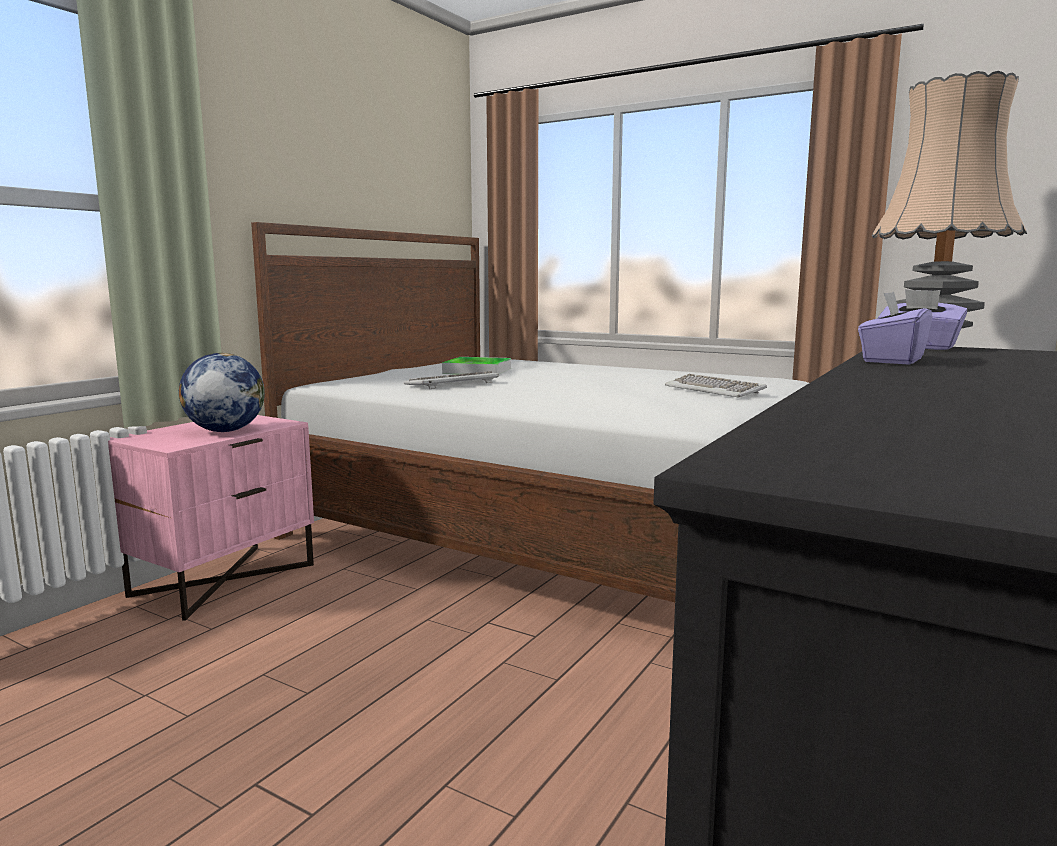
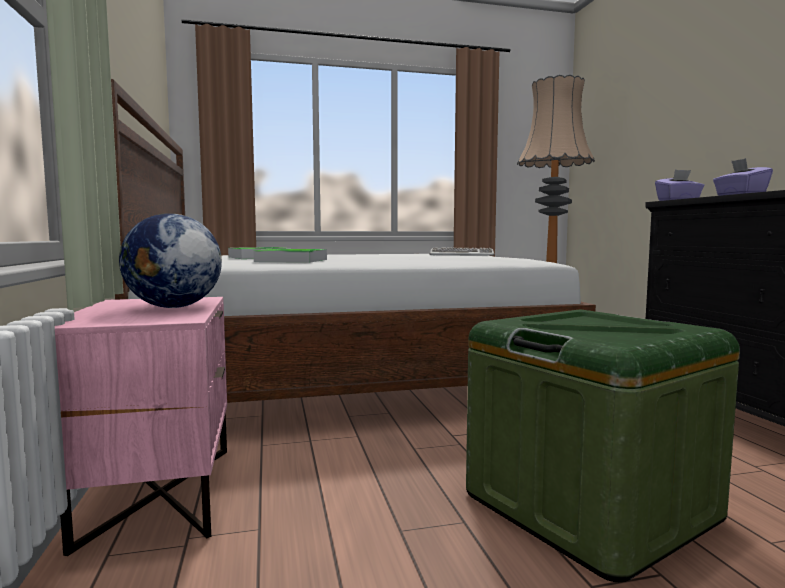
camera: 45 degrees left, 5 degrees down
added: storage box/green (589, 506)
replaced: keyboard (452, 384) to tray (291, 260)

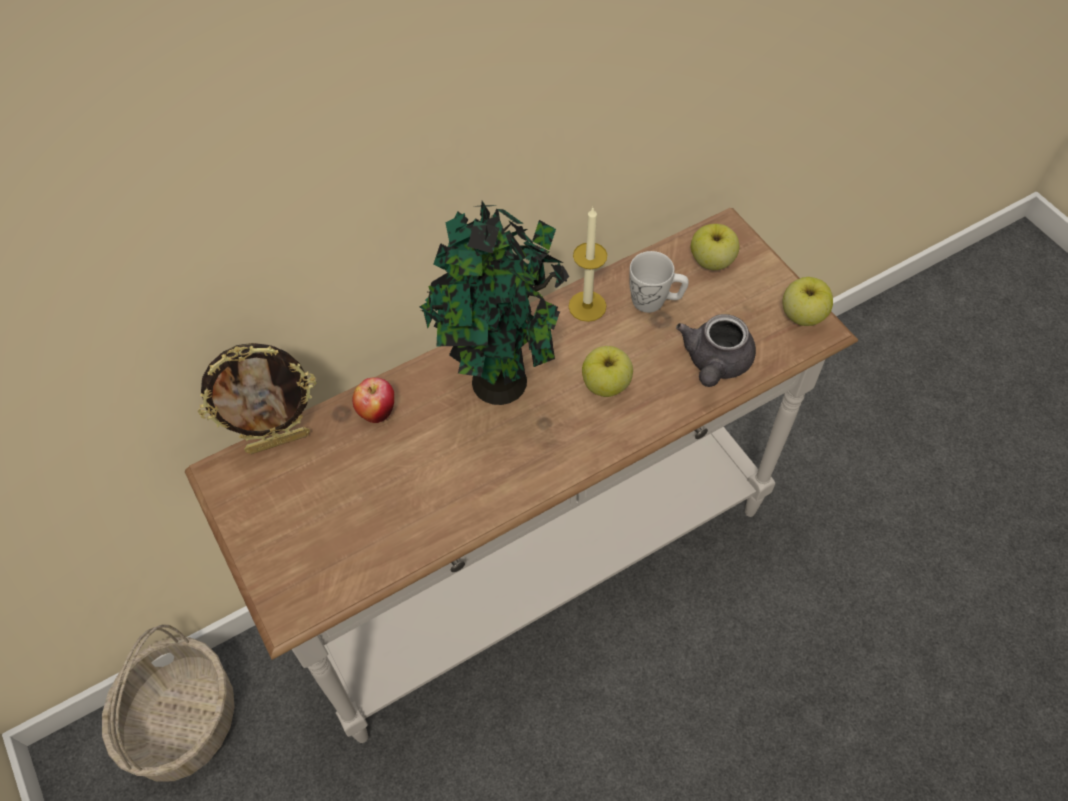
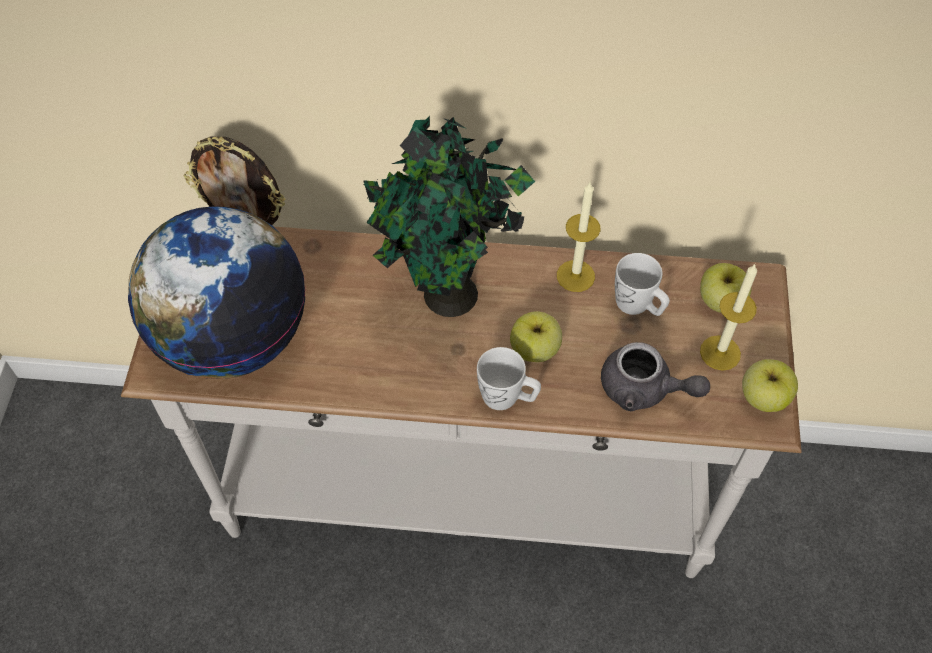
camera: 35 degrees right, 0 degrees up
removed: apple (377, 411); basket (184, 720)
added: globe (233, 337); candle (720, 353); mug/white (507, 397)
turned: teapot/grey (715, 363) = (644, 390) 120 degrees counterclockwise

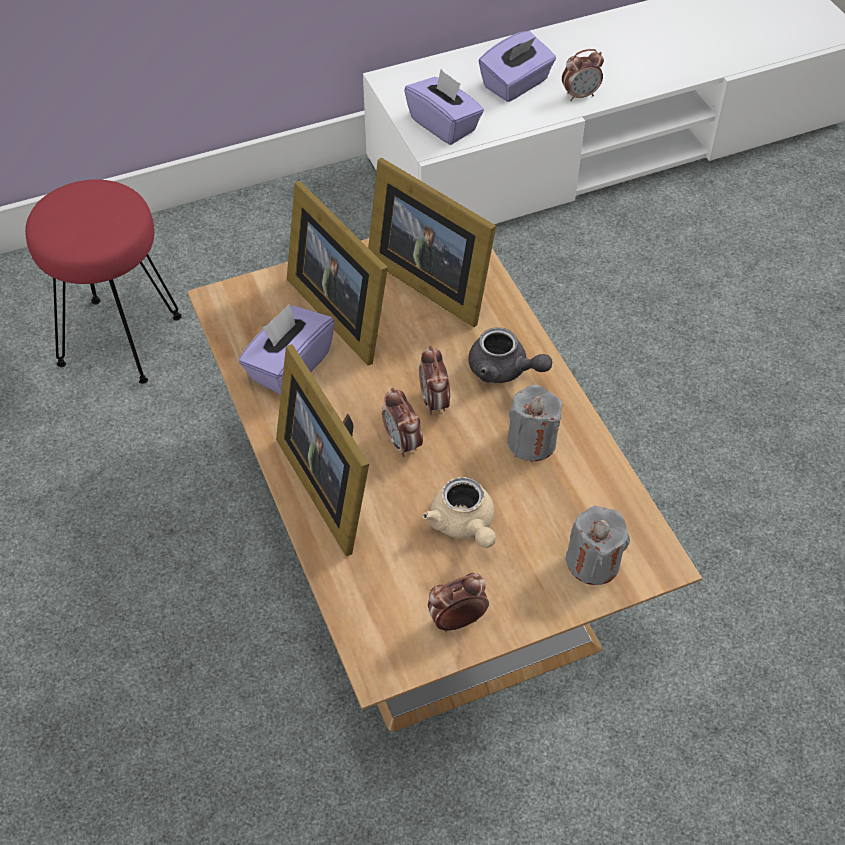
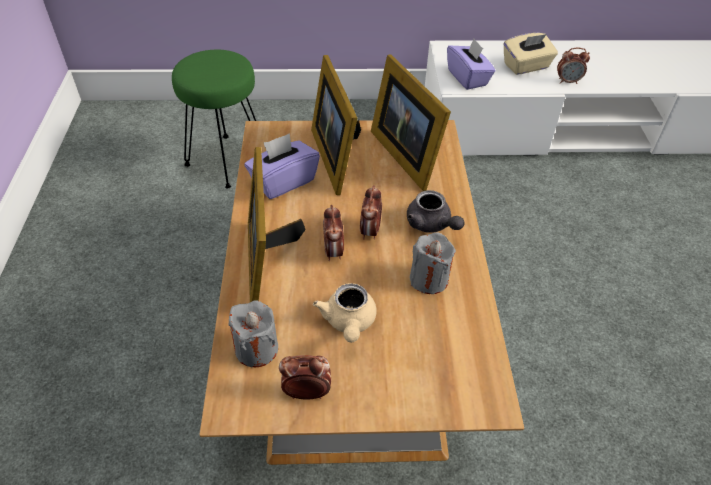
camera: 20 degrees right, 5 degrees down
moved: candle/grey (593, 562) to (256, 349)
recoloured: tissue box/purple (516, 84) to tissue box/beige (526, 66); stool/red (121, 339) to stool/green (228, 160)

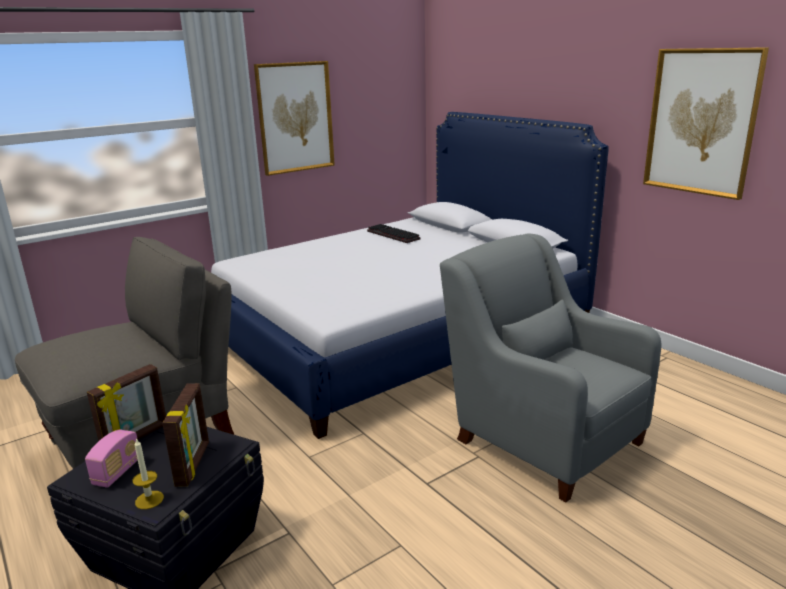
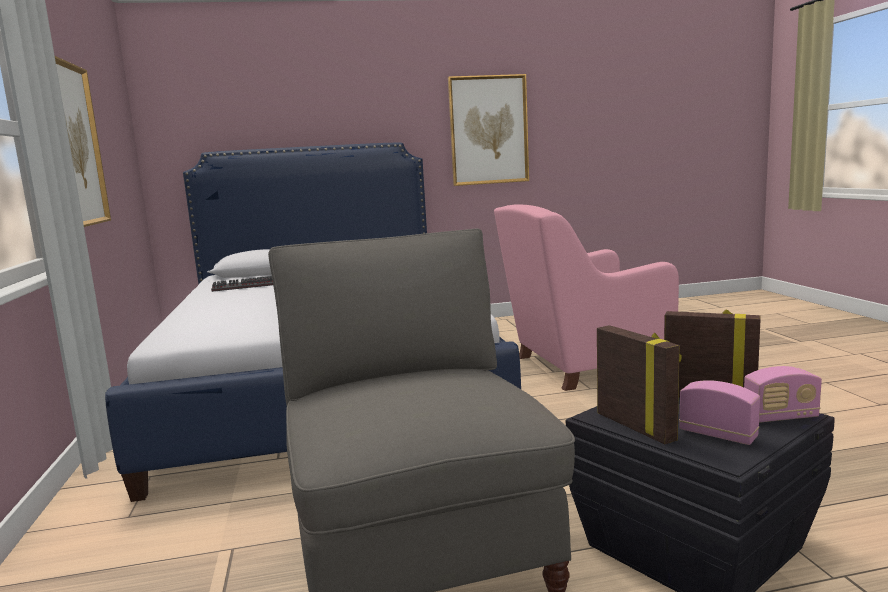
camera: 65 degrees left, 10 degrees down
replaced: candle (149, 500) to radio (780, 417)
recoloured: armchair/grey (541, 437) to armchair/pink (583, 366)

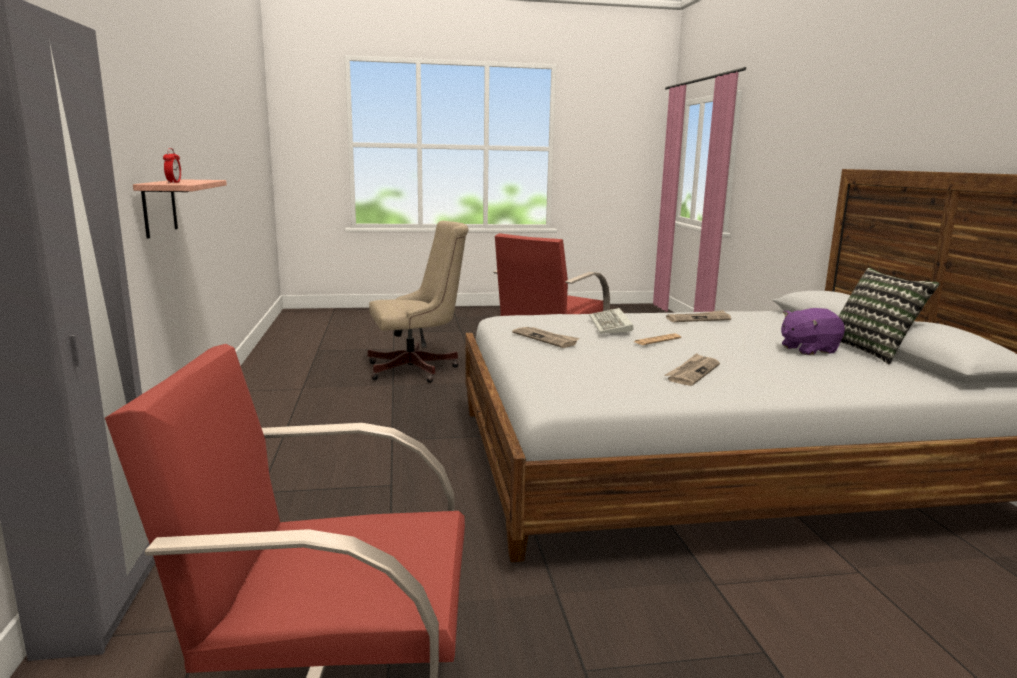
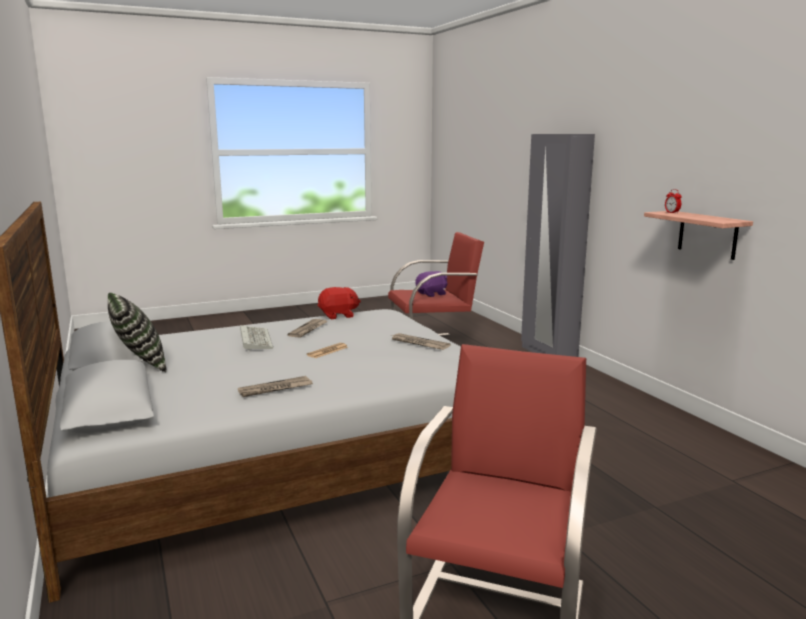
camera: 165 degrees right, 0 degrees up
removed: office chair/beige (418, 369)
added: plush toy/red (338, 315)
moved: keyboard (611, 325) to (254, 340); plush toy/purple (808, 349) to (432, 294)

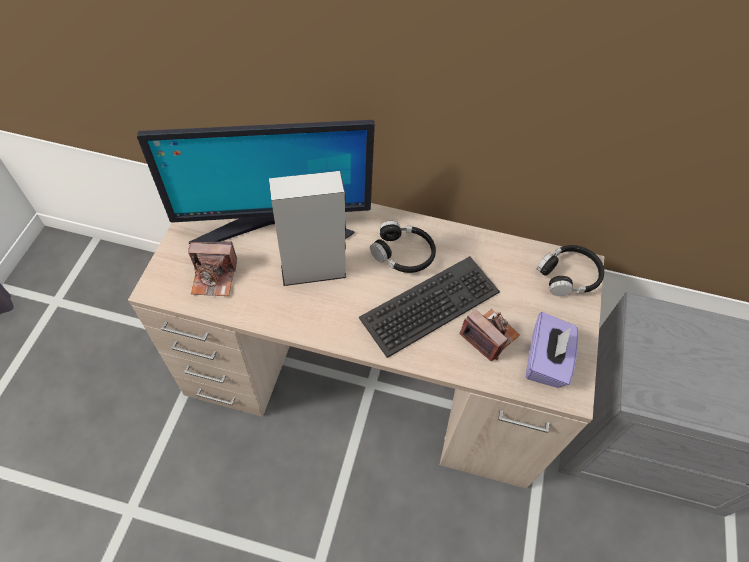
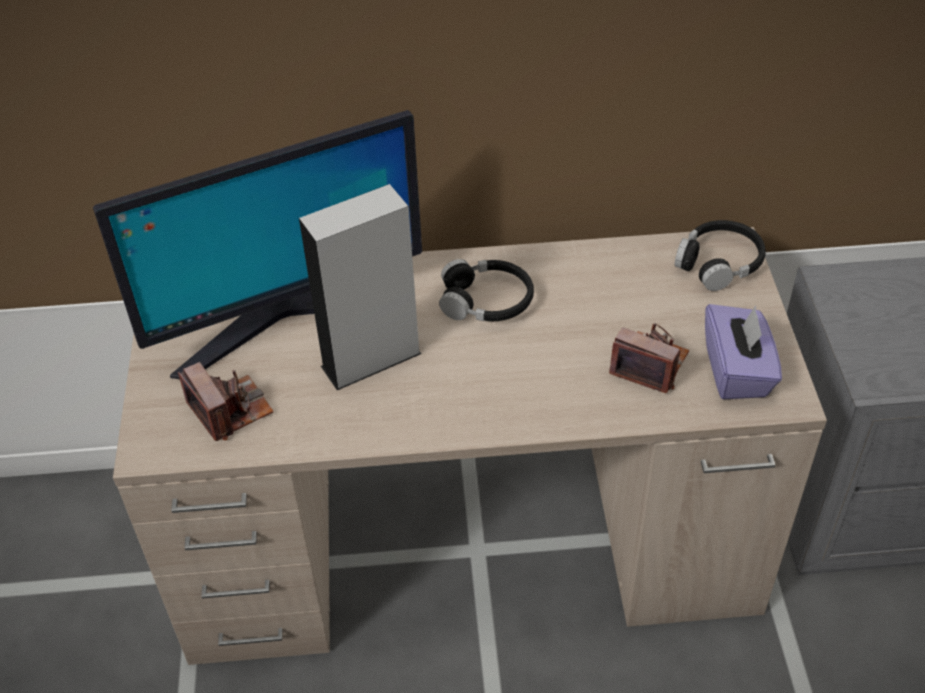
camera: 15 degrees left, 10 degrees down
removed: keyboard (431, 306)
turned: photo camera (214, 277) = (230, 410) 105 degrees counterclockwise

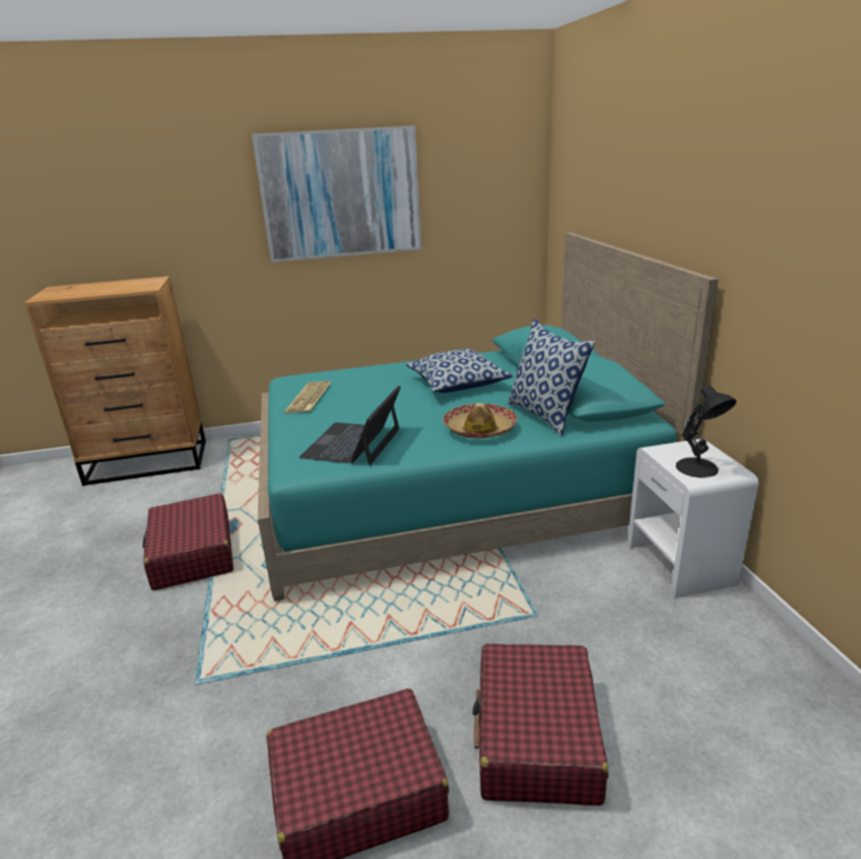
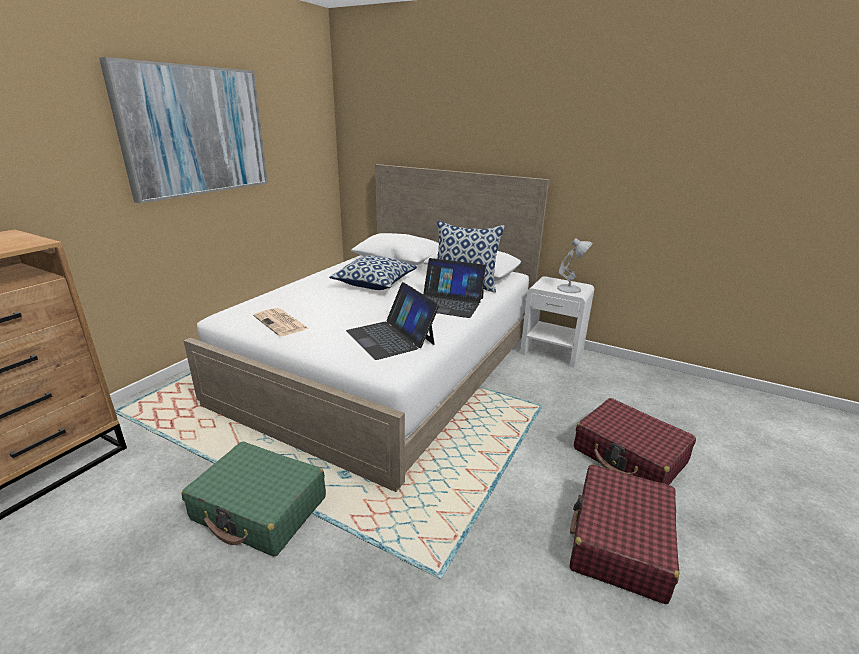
camera: 50 degrees left, 0 degrees up
replaced: keyboard (310, 398) to newspaper (281, 323); hat (479, 429) to laptop (448, 303)
recoloured: bed/turquoise (452, 490) to bed/white (388, 366); table lamp/black (698, 468) to table lamp/white (570, 289); suitcase/red (192, 554) to suitcase/green (260, 509)

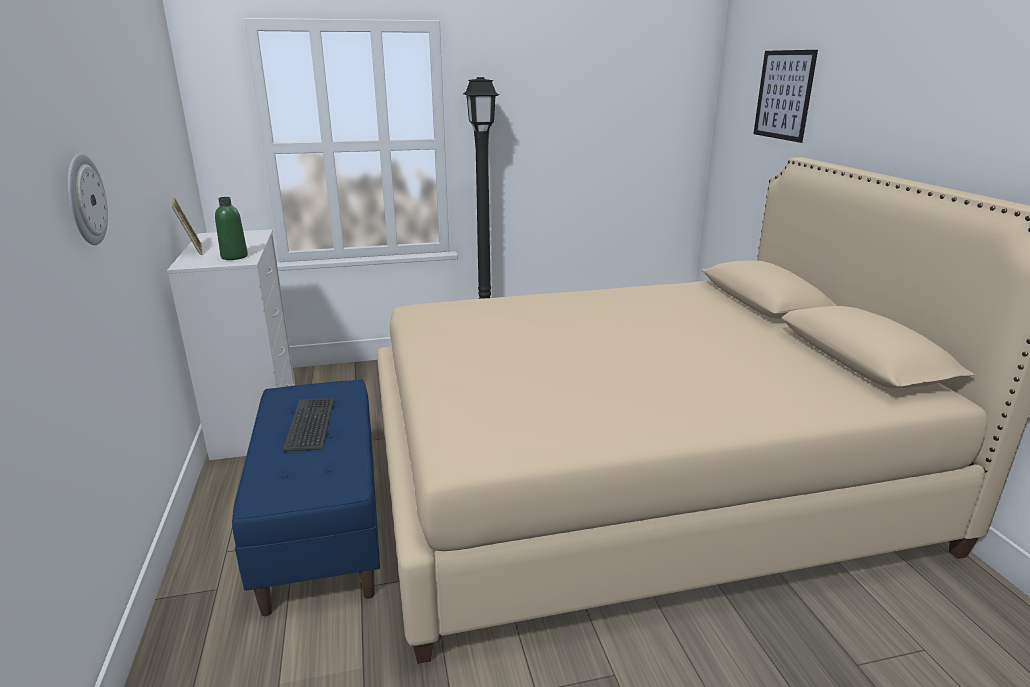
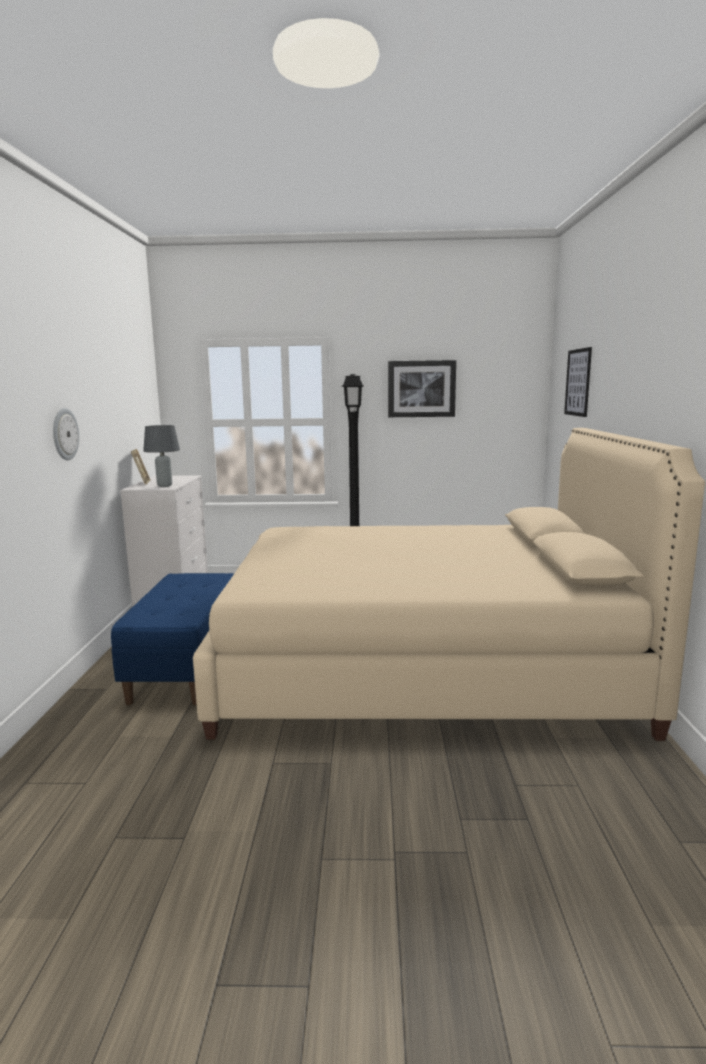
camera: 15 degrees right, 10 degrees down
removed: keyboard (311, 424)
added: picture (421, 389)
replaced: bottle/green (234, 257) to table lamp/grey (164, 486)

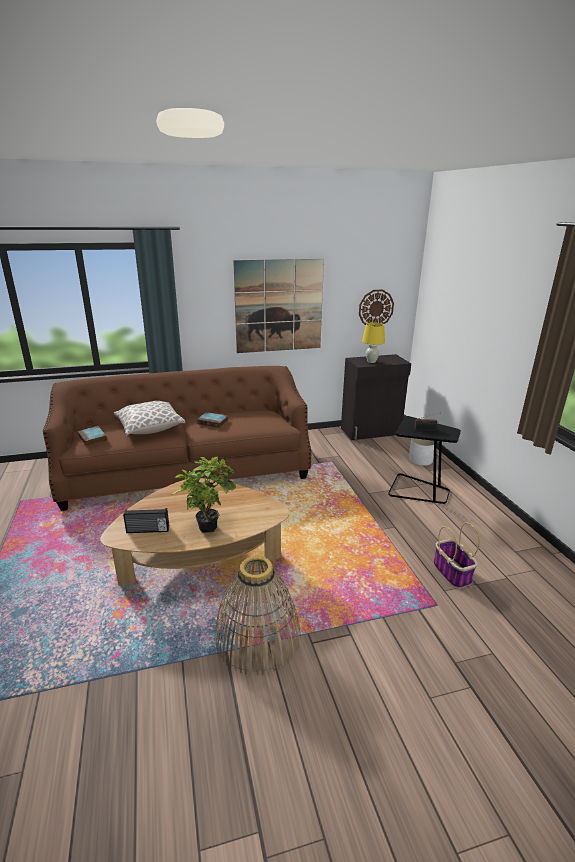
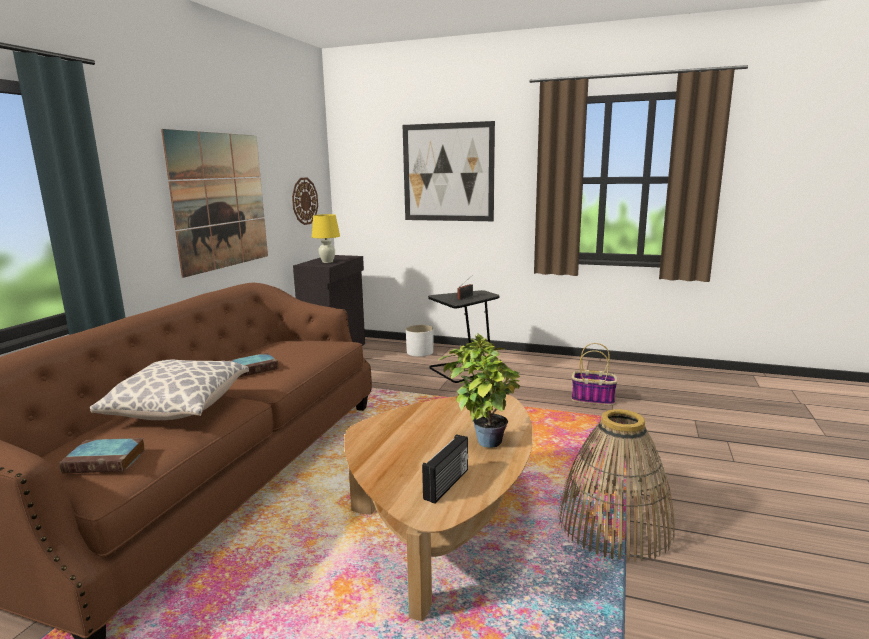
camera: 55 degrees left, 10 degrees down
added: picture (448, 172)

